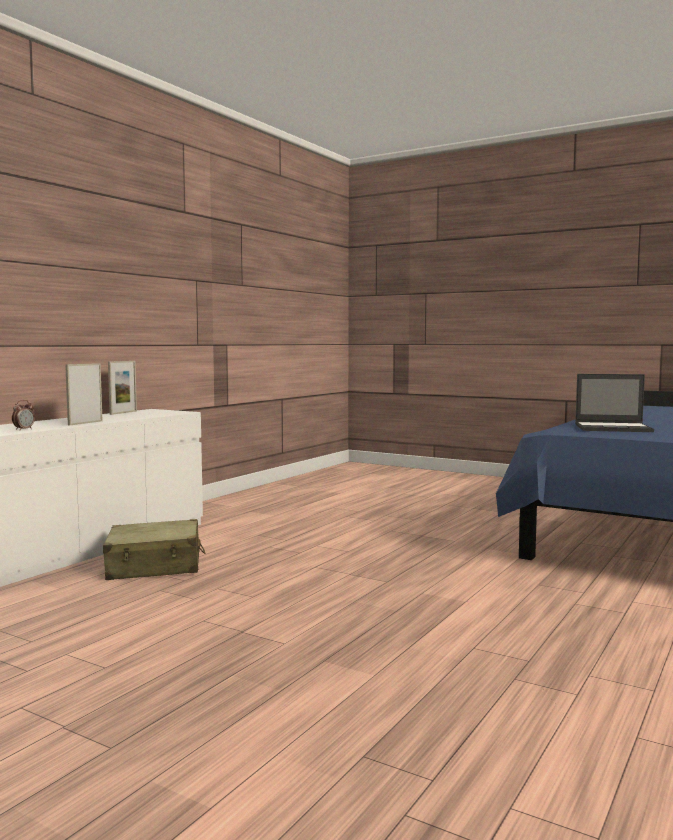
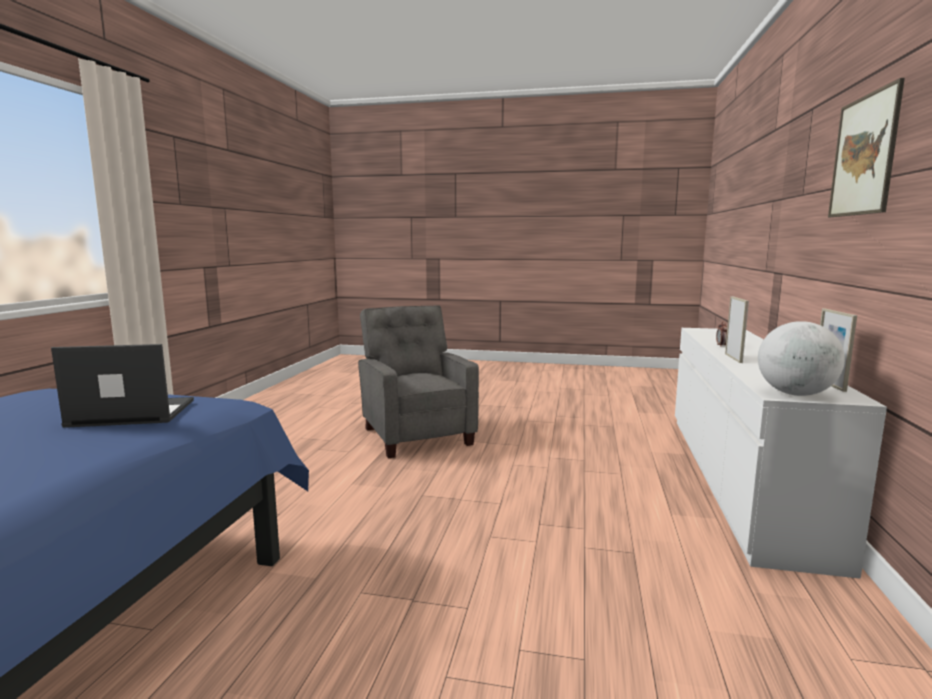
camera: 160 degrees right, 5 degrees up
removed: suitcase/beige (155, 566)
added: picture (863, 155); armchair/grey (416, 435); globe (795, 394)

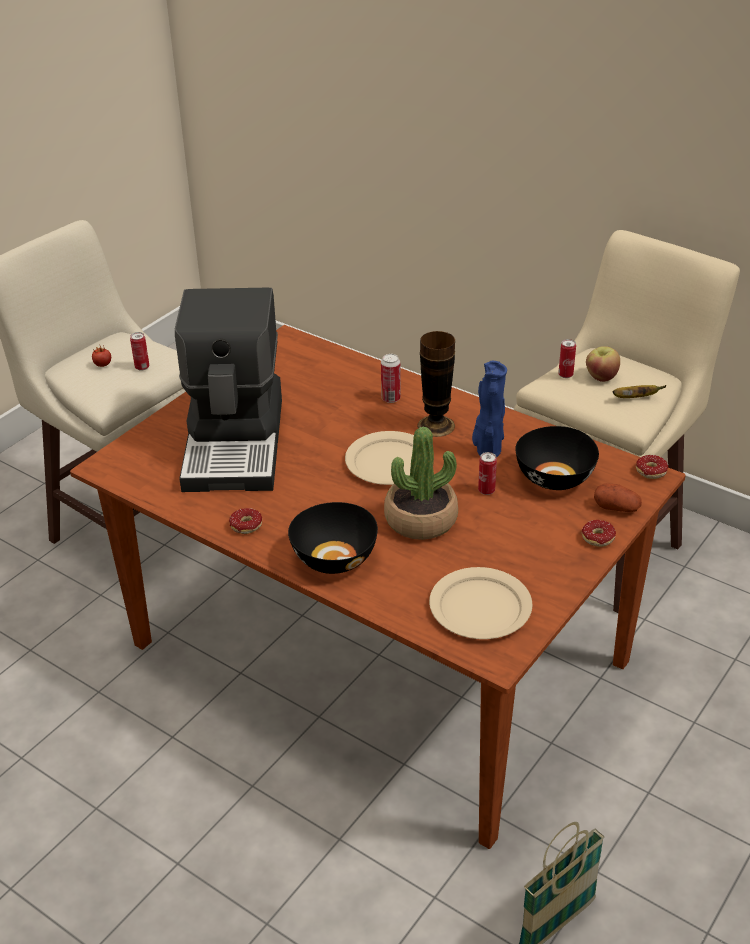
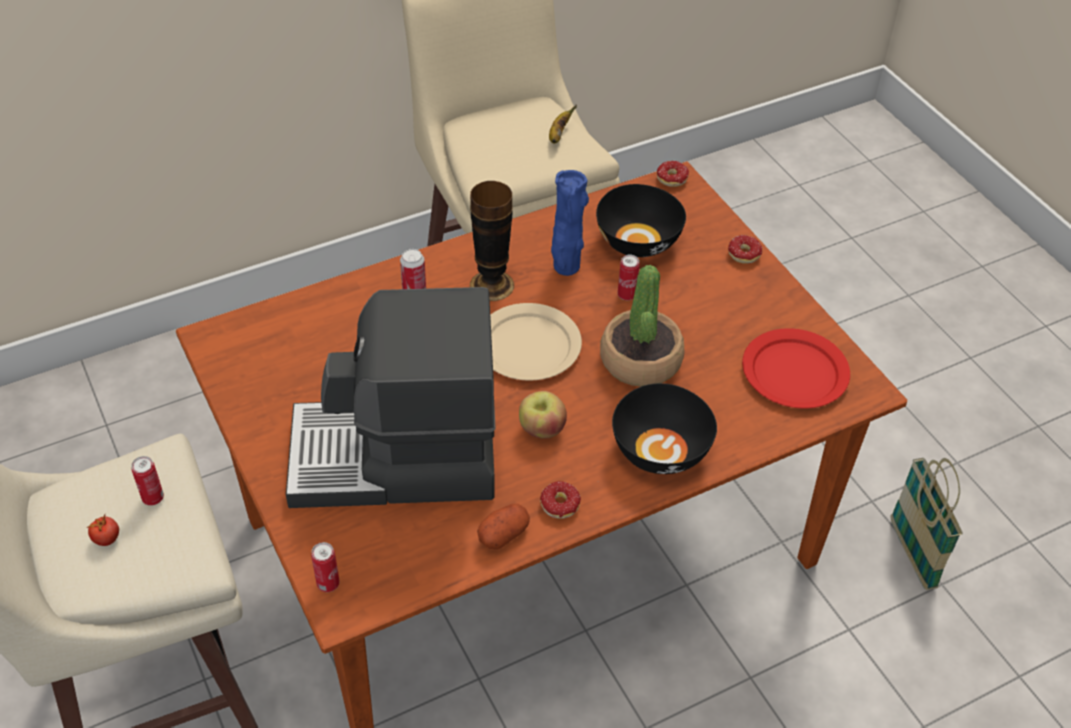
camera: 65 degrees left, 10 degrees up
moved: can (565, 375) to (328, 584); apple (601, 377) to (541, 429); potato (616, 507) to (503, 534)
recoloured: plate/beige (480, 606) to plate/red (793, 372)
turned: coffee machine (236, 443) = (395, 460) 150 degrees clockwise

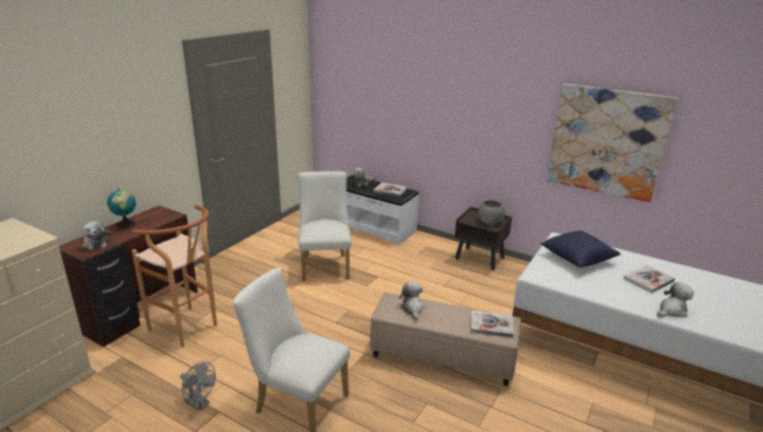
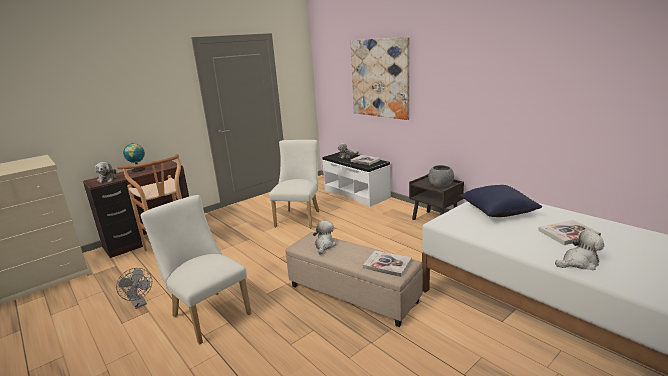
camera: 20 degrees right, 5 degrees down
moved: picture (607, 142) to (380, 78)

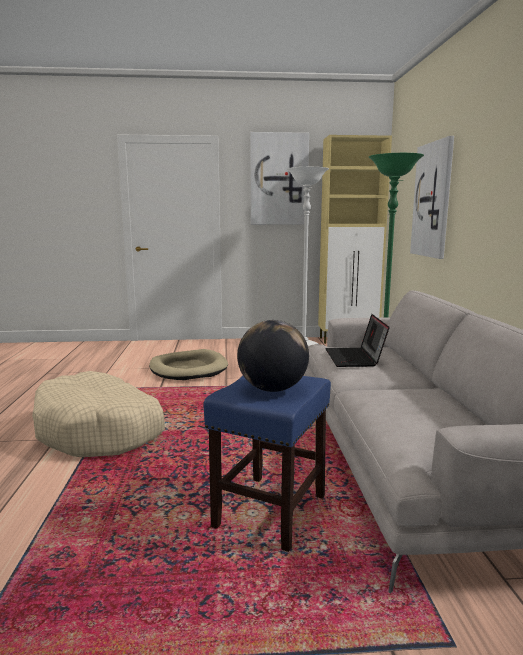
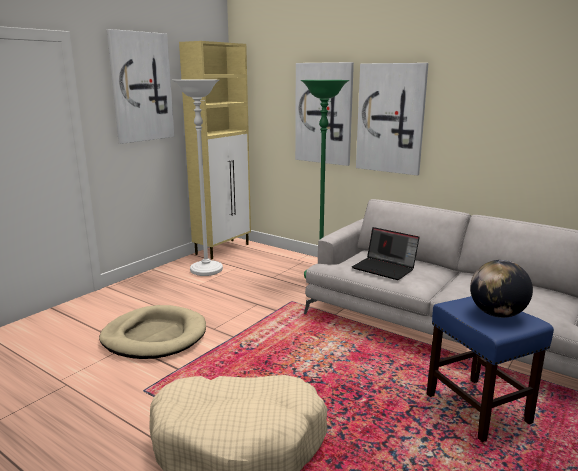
camera: 50 degrees left, 5 degrees up
added: picture (390, 118)

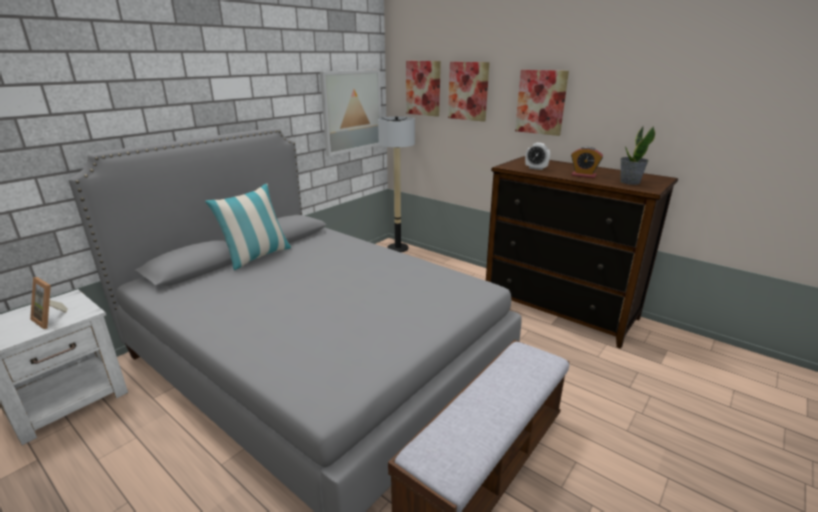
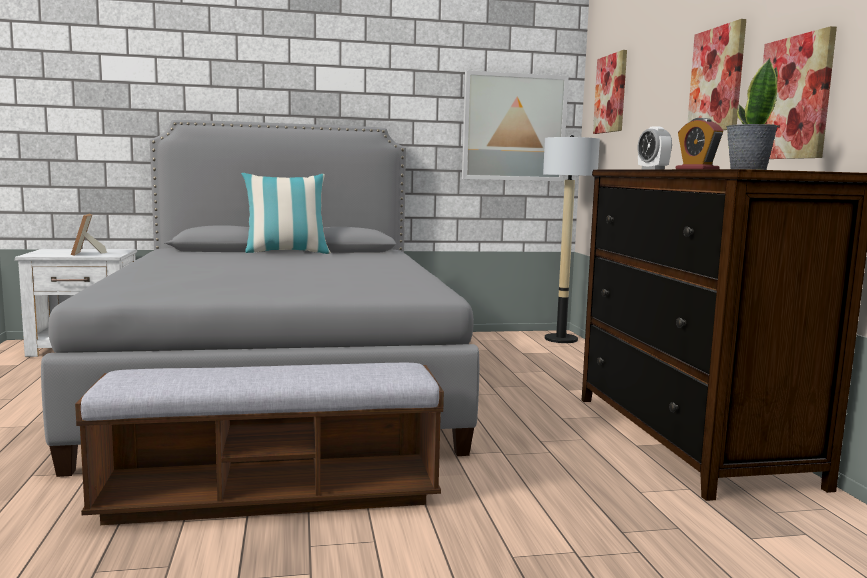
camera: 40 degrees right, 15 degrees down
moved: picture (468, 91) to (794, 98)

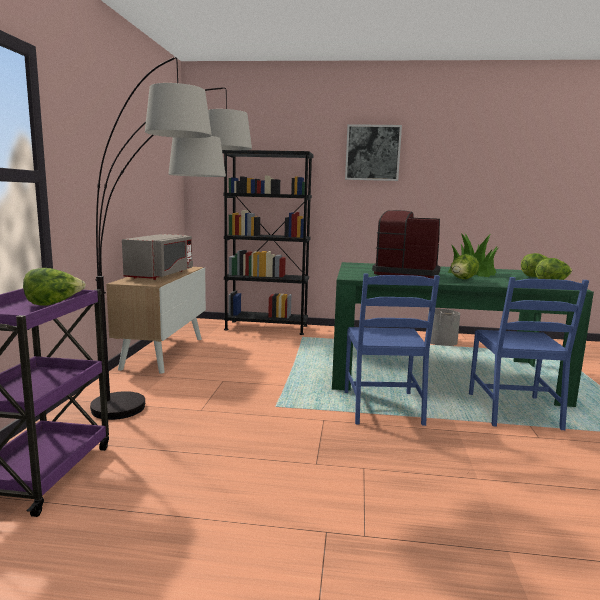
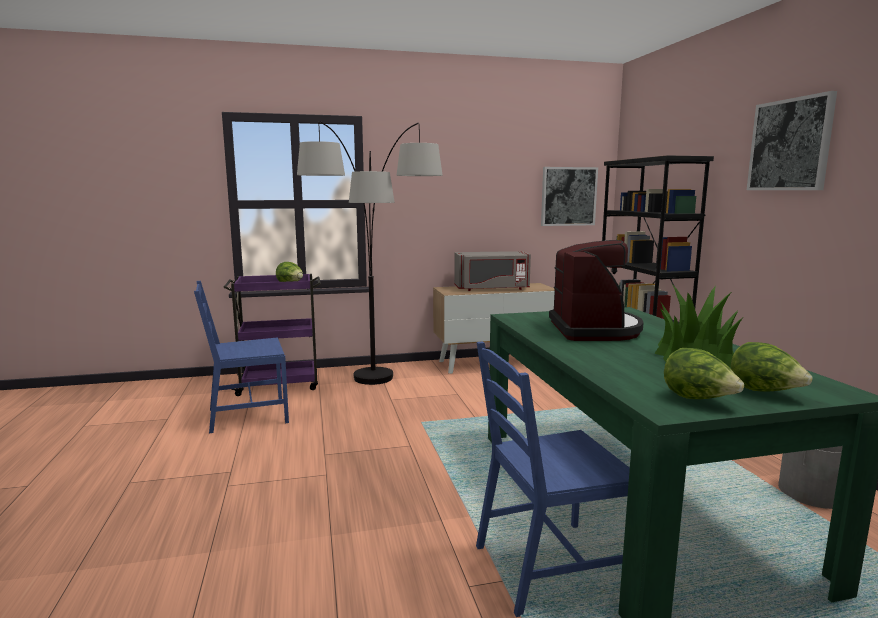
camera: 70 degrees right, 0 degrees up
removed: lettuce (462, 279)
added: picture (568, 196)
moved: chair/blue (384, 408) to (247, 415)

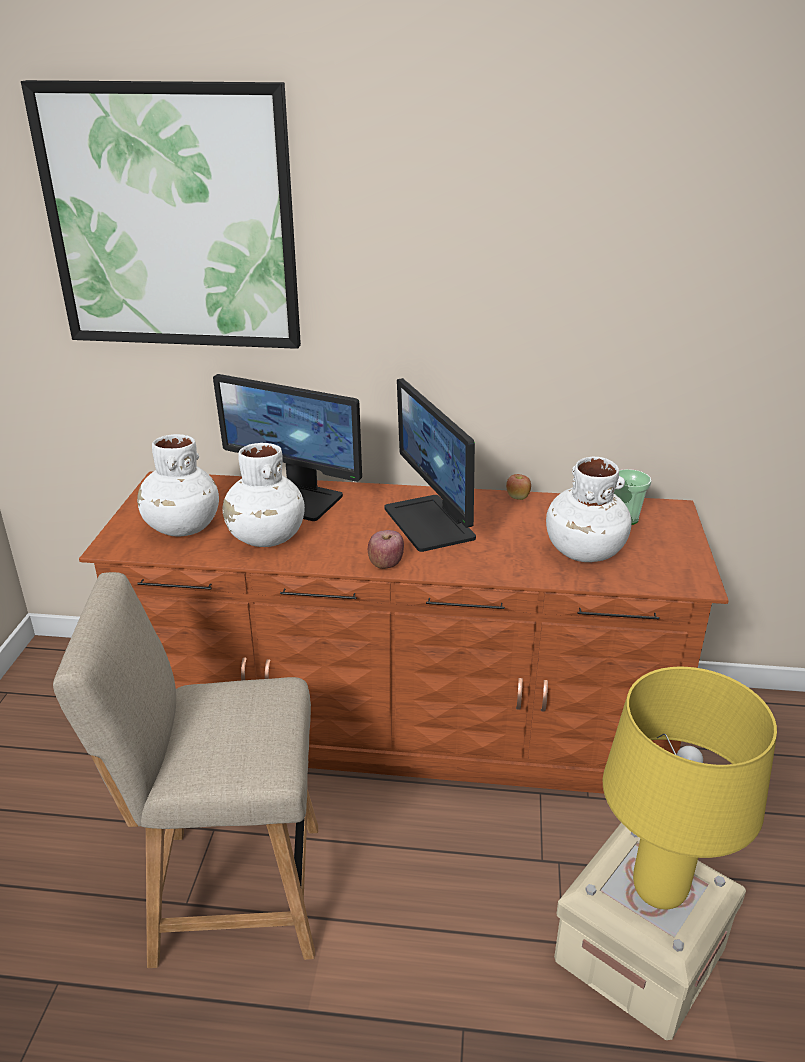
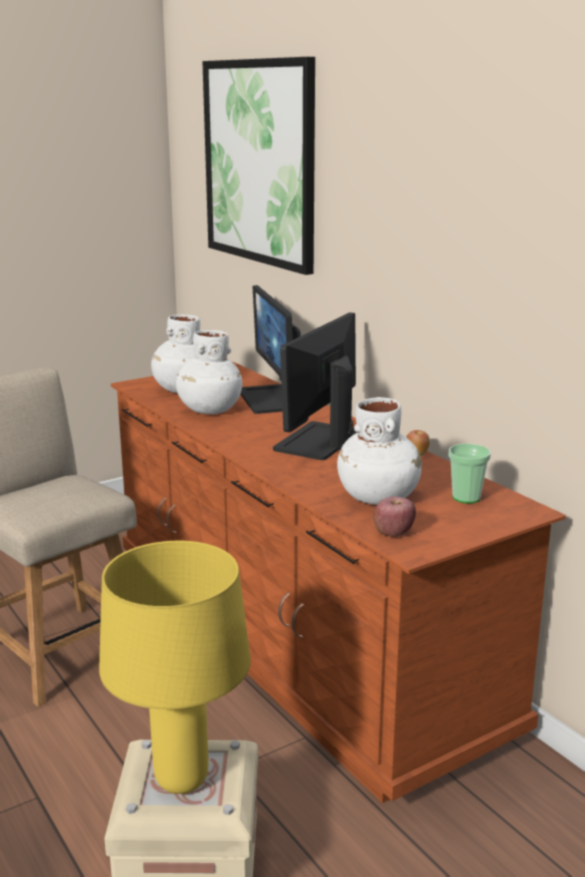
camera: 50 degrees right, 10 degrees down
moved: apple (386, 563) to (393, 532)

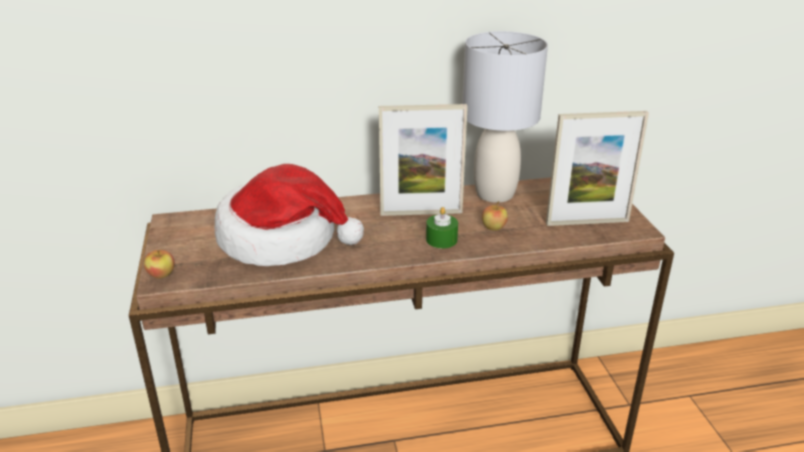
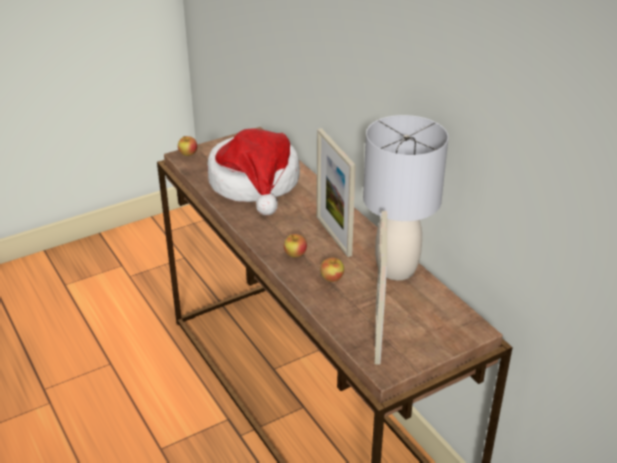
camera: 70 degrees right, 5 degrees up
replaced: candle/green (441, 240) to apple (295, 254)
turned: picture frame (587, 222) = (378, 333) 150 degrees counterclockwise

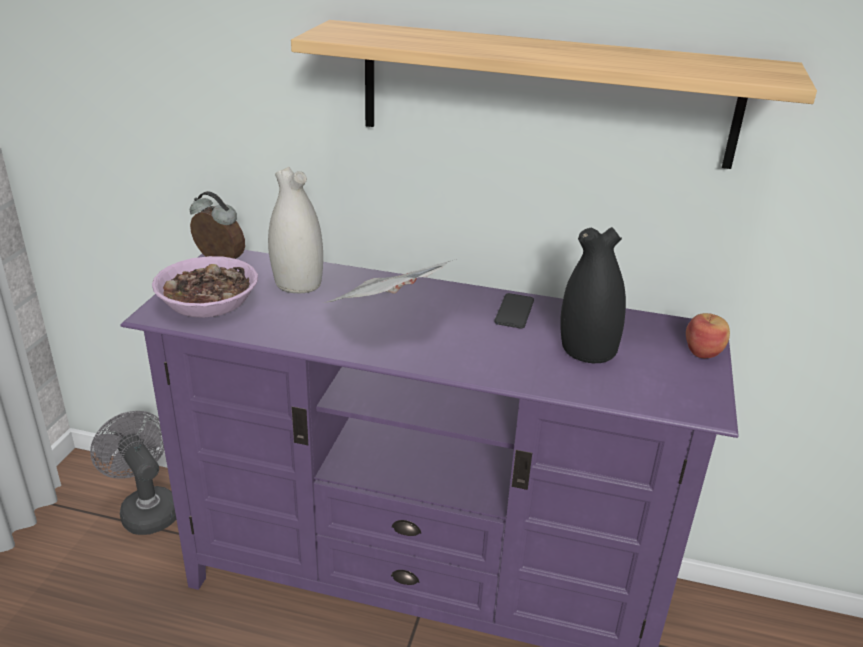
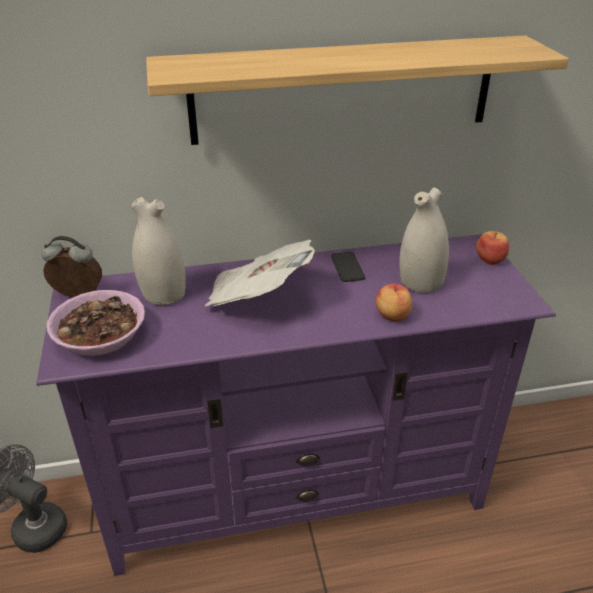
camera: 25 degrees left, 5 degrees up
added: apple (392, 316)
recoloured: vase/black (587, 350) to vase/white (420, 283)

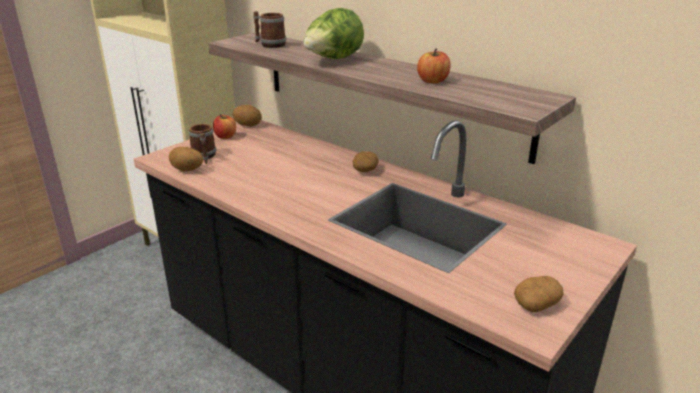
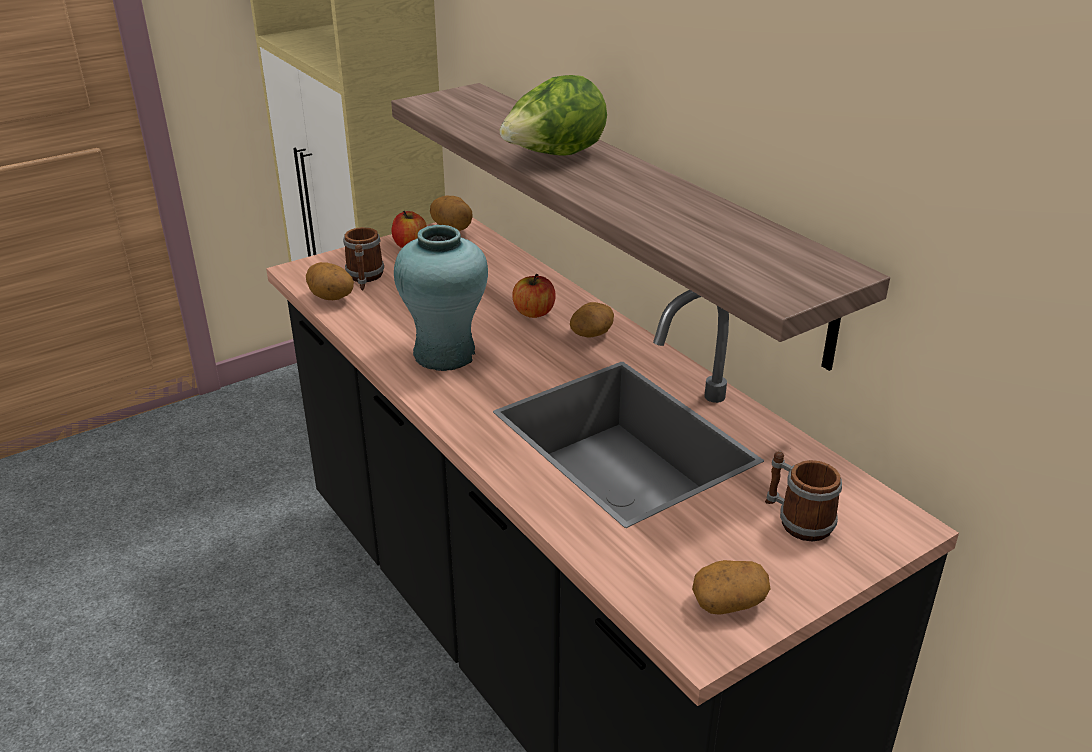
camera: 15 degrees right, 5 degrees up
added: vase/turquoise (445, 354)
moved: mug (269, 44) to (797, 520); apple (432, 81) to (534, 312)

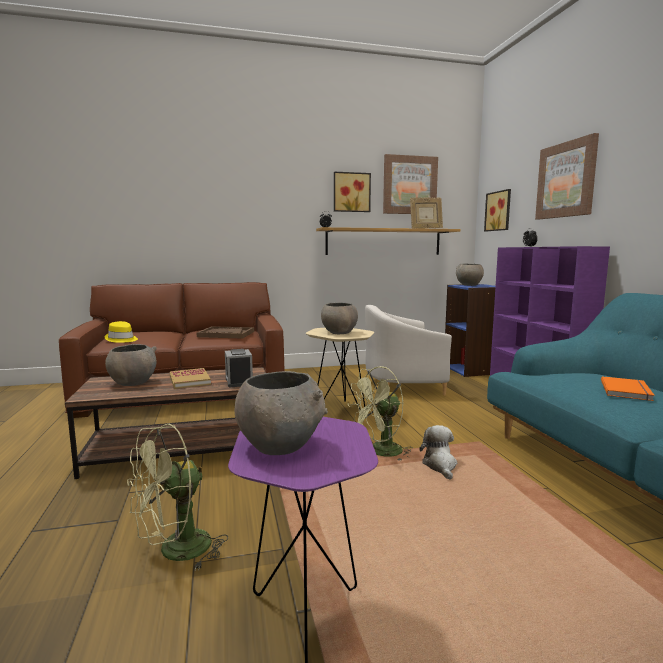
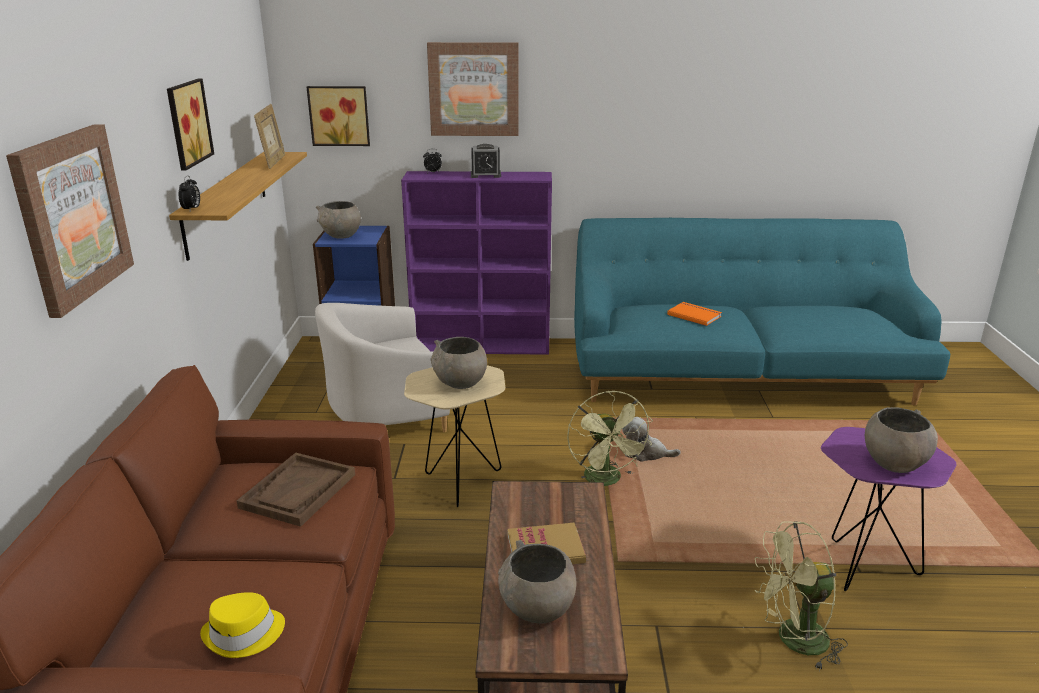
camera: 75 degrees left, 15 degrees up
moved: picture (409, 185) to (72, 216); alarm clock (239, 381) to (485, 175)
turned: armchair/white (403, 385) = (387, 414) 60 degrees clockwise; fan/green (175, 552) = (793, 641) 105 degrees clockwise

